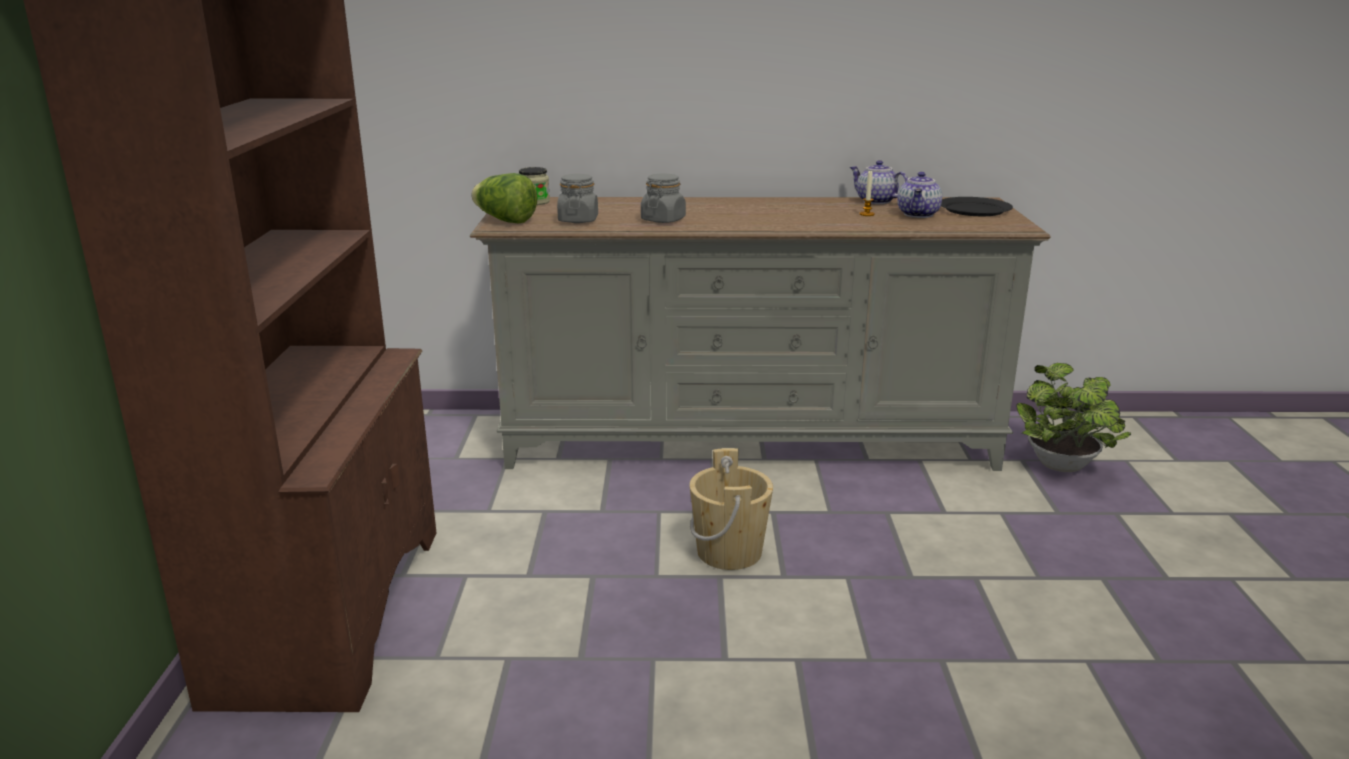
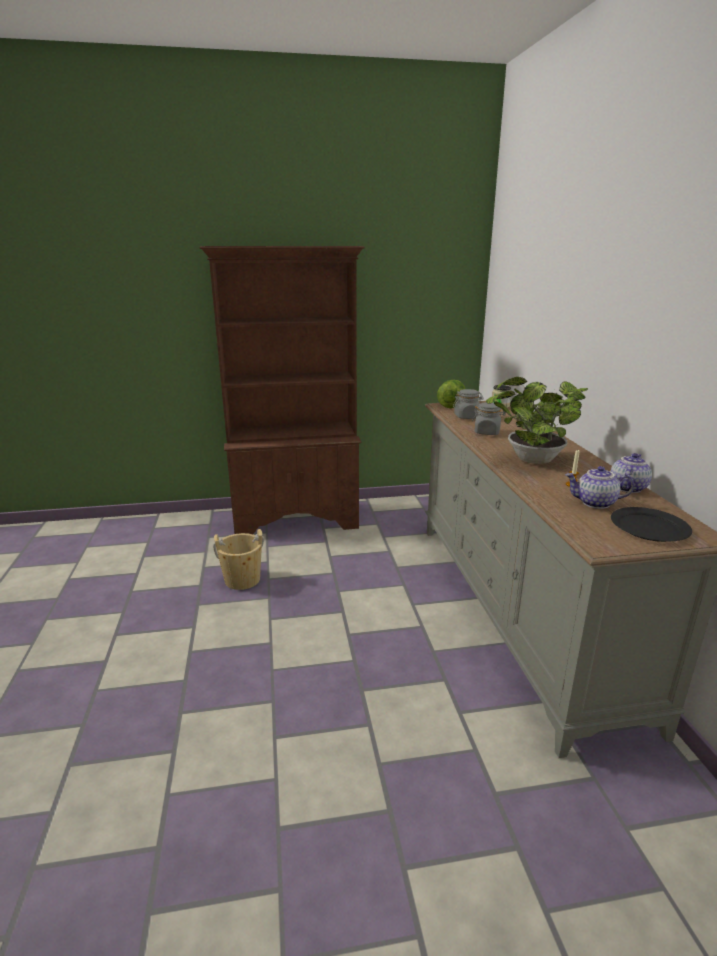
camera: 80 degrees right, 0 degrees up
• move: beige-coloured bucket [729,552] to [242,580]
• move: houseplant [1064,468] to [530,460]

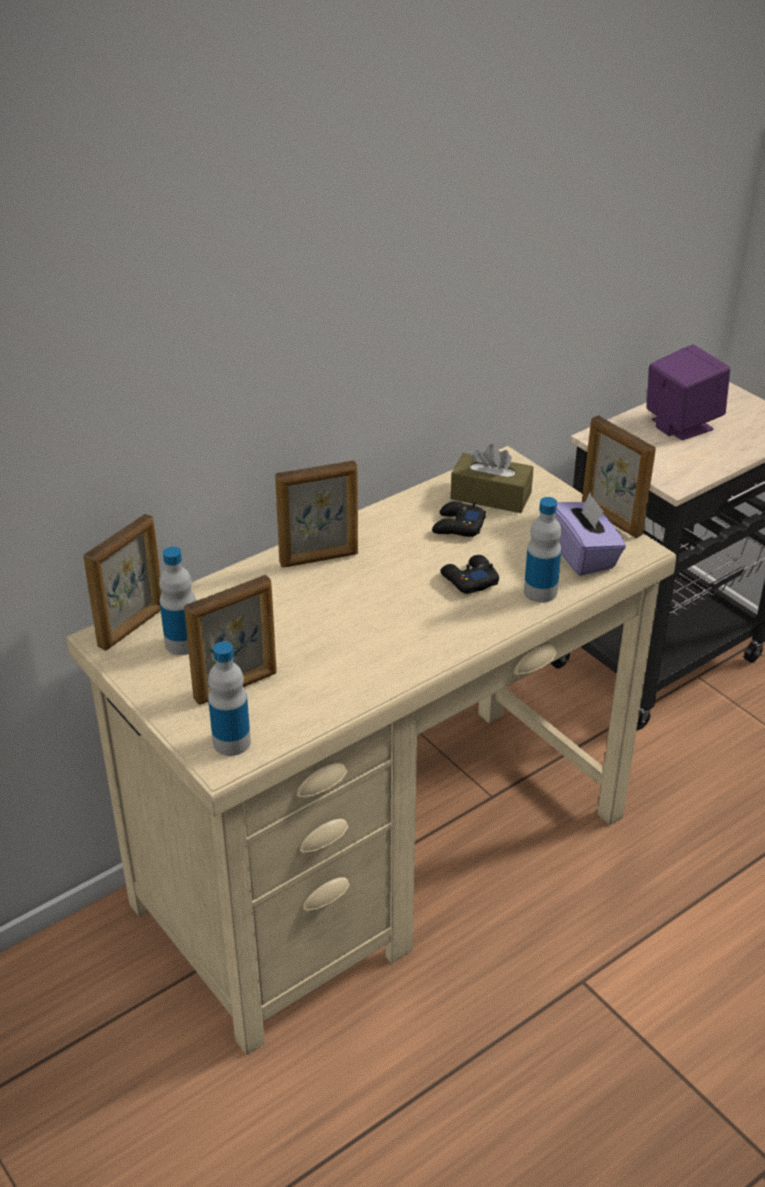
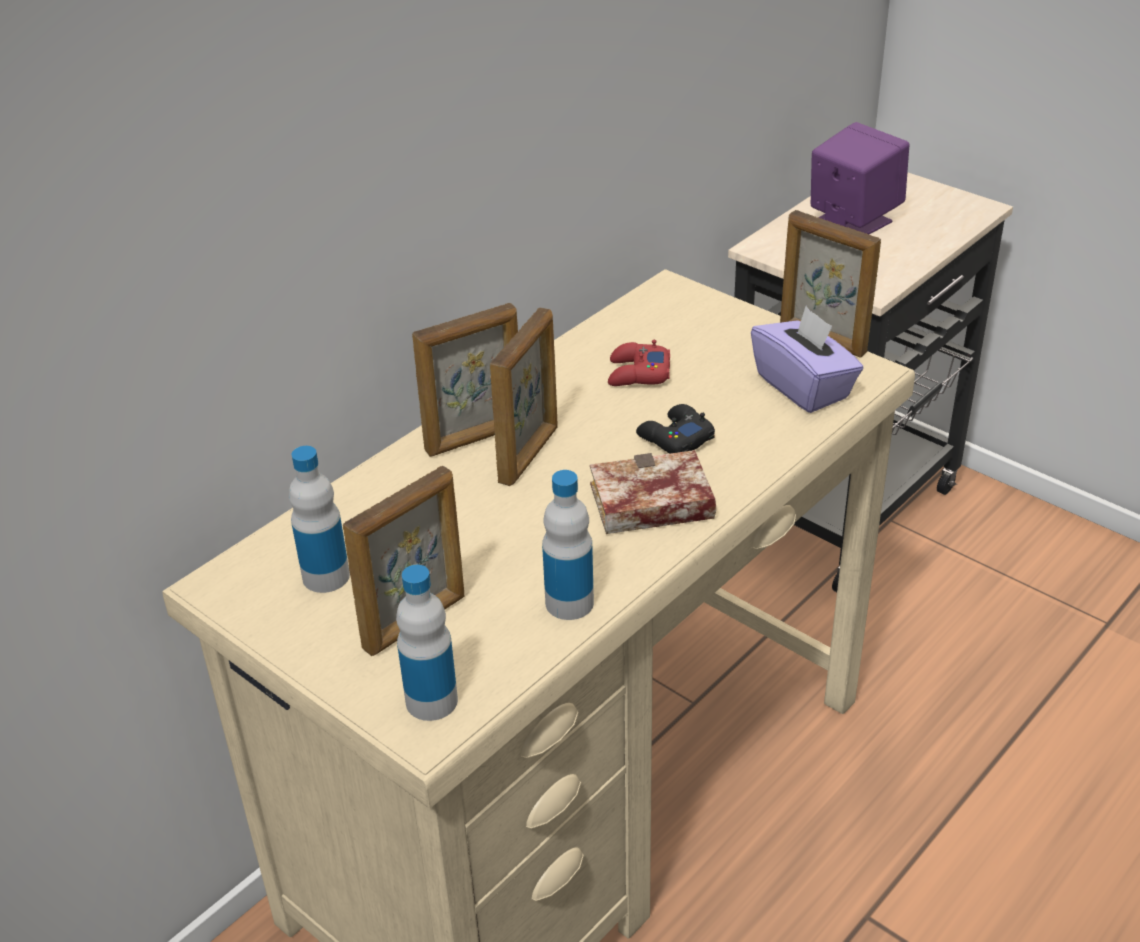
camera: 10 degrees left, 0 degrees up
• delete: brownish tissue holder [491,496]
• insert: bound book [647,506]
• move: standing frame [133,627] to [529,455]
• move: beverage bottle [540,592] to [569,603]
• recolor: black joypad [458,526] to red-coloured joypad [638,373]

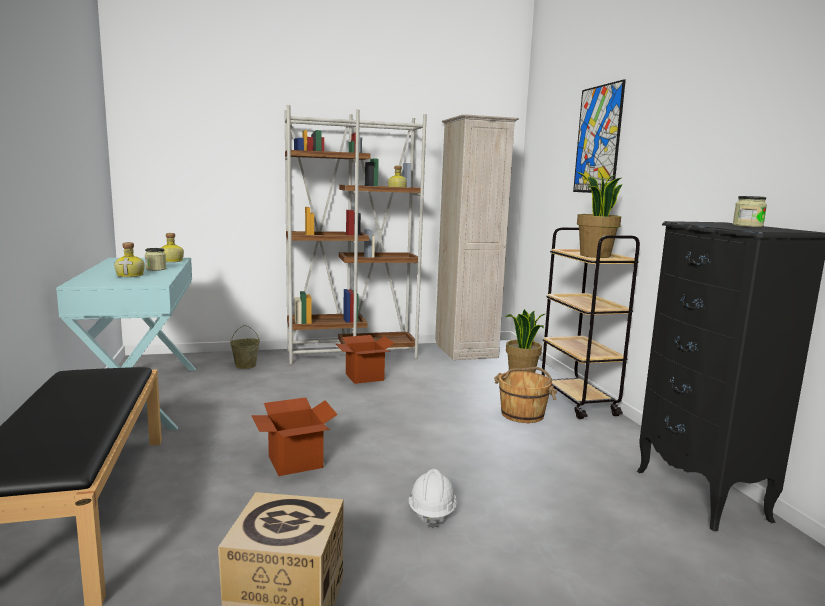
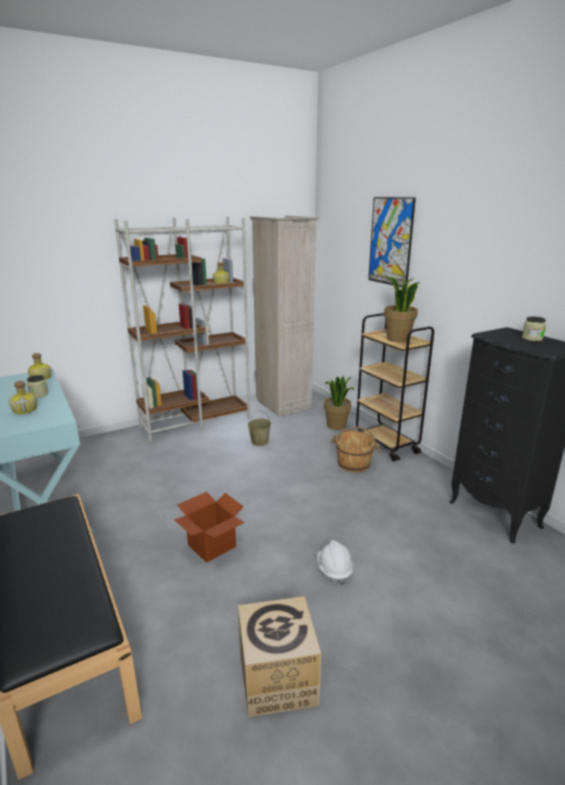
camera: 15 degrees left, 10 degrees up
• delete: carton [364,377]
• move: beige-coloured bucket [246,365] to [259,442]

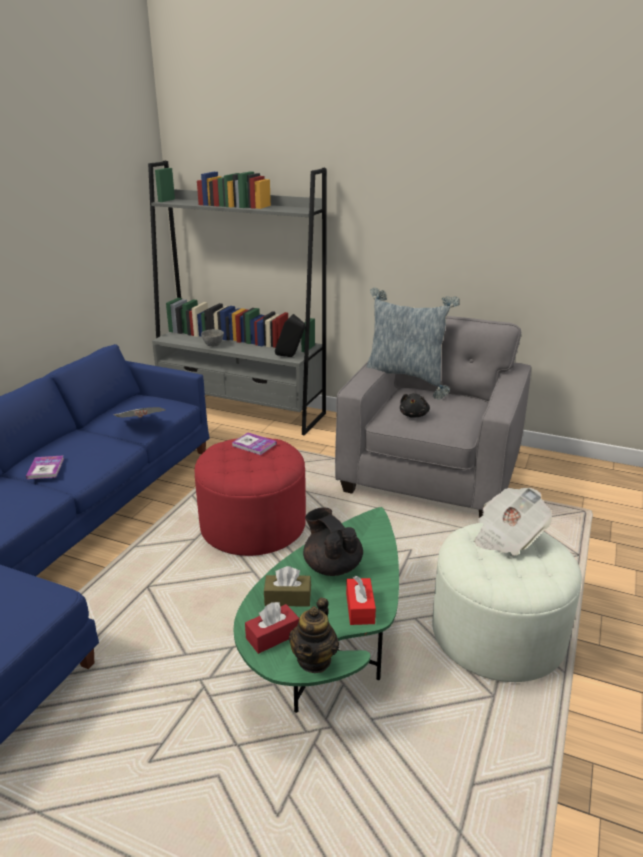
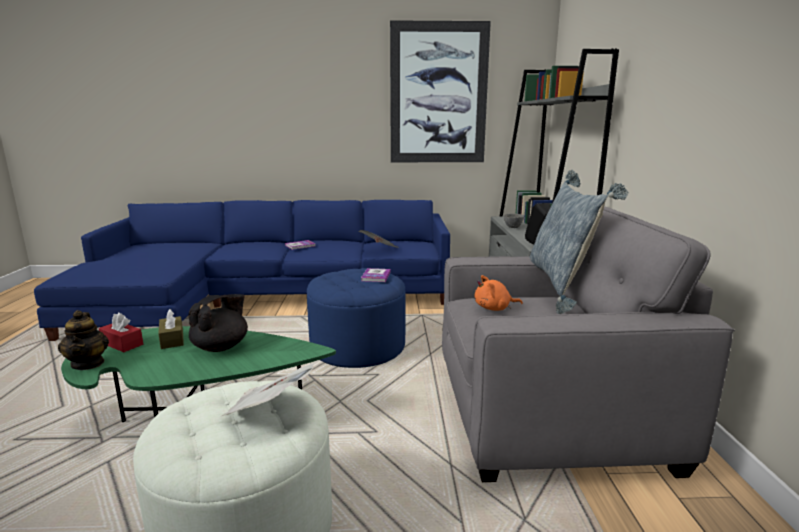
camera: 65 degrees right, 10 degrees down
• delete: red-coloured tissue holder [360,608]
• insert: wall art [438,94]
• recolor: red-coloured pouffe [253,525] to blue-coloured pouffe [358,346]
• recolor: black plush toy [414,415] to orange-coloured plush toy [494,308]
• rotate: tea pot [314,660] = [88,364] 105 degrees counterclockwise

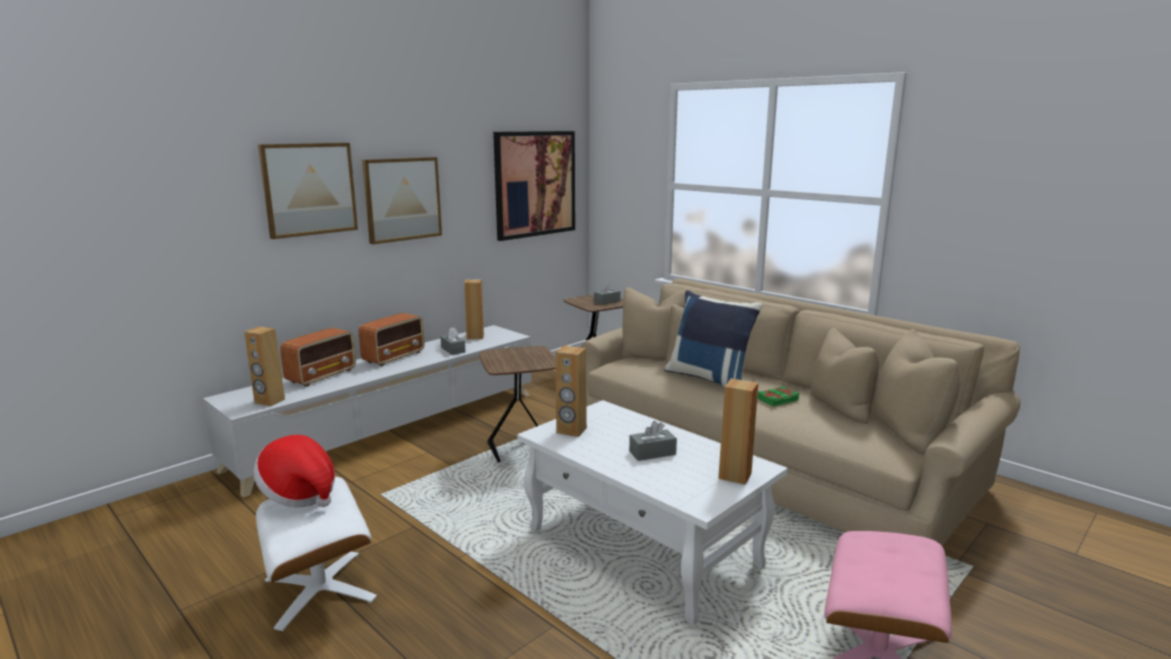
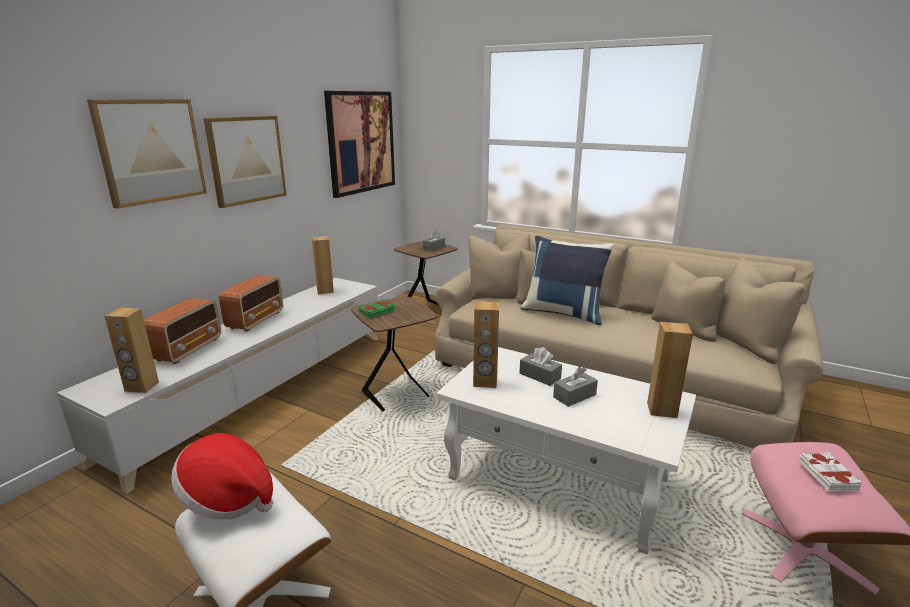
camera: 15 degrees left, 5 degrees up
• insert: whitish bound book [826,476]
• move: grey tissue holder [453,350] to [540,376]
• move: green bound book [778,400] to [377,312]

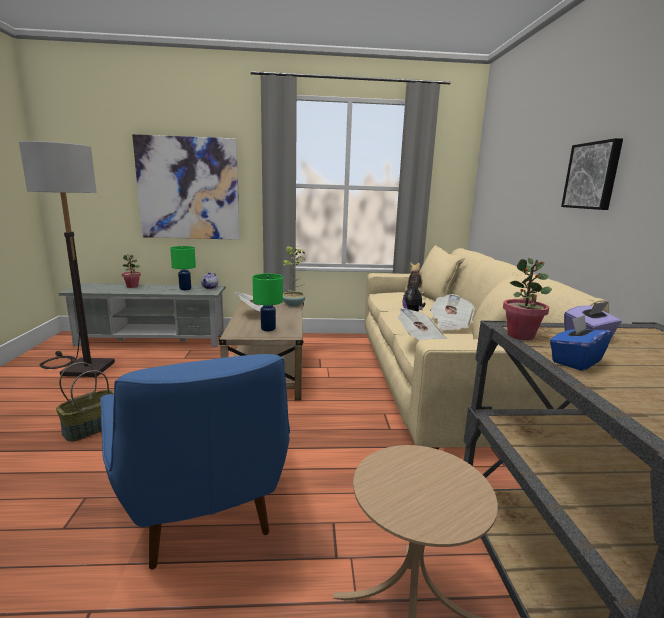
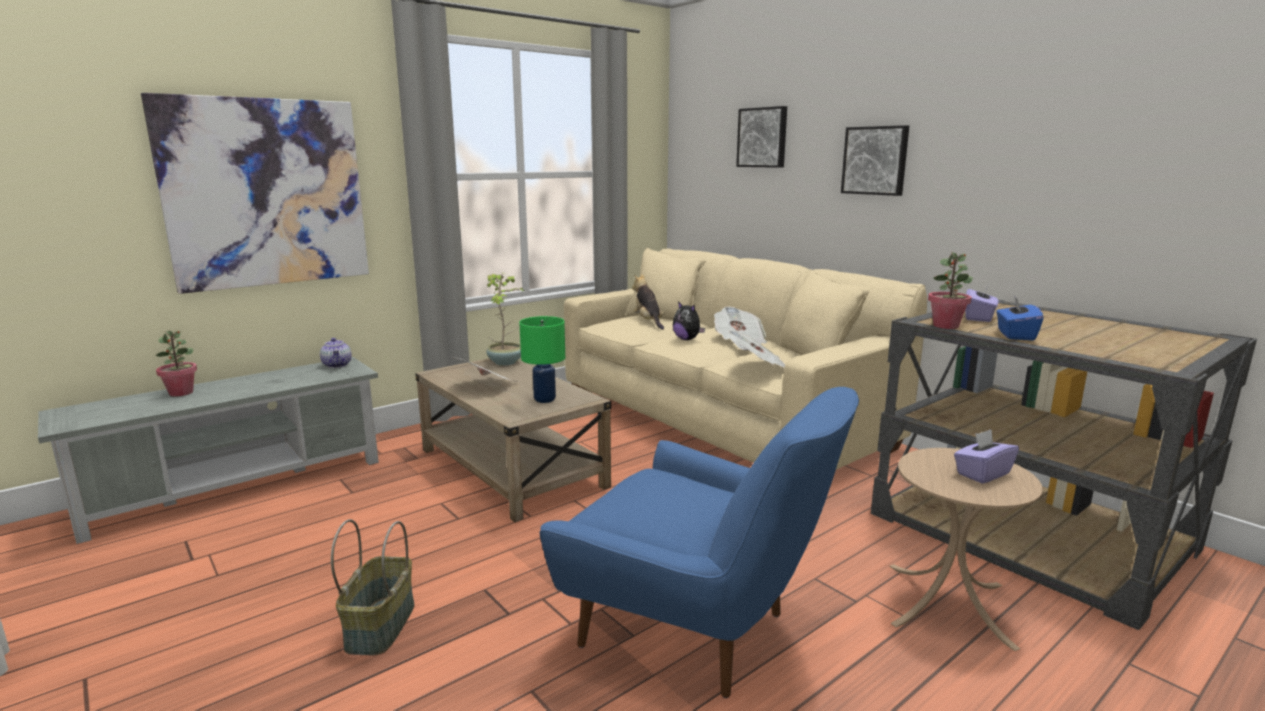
camera: 35 degrees left, 0 degrees up
• delete: standing lamp [79,368]
• delete: green table lamp [184,289]
• insert: wall art [763,137]
• insert: purple-coloured tissue holder [982,473]

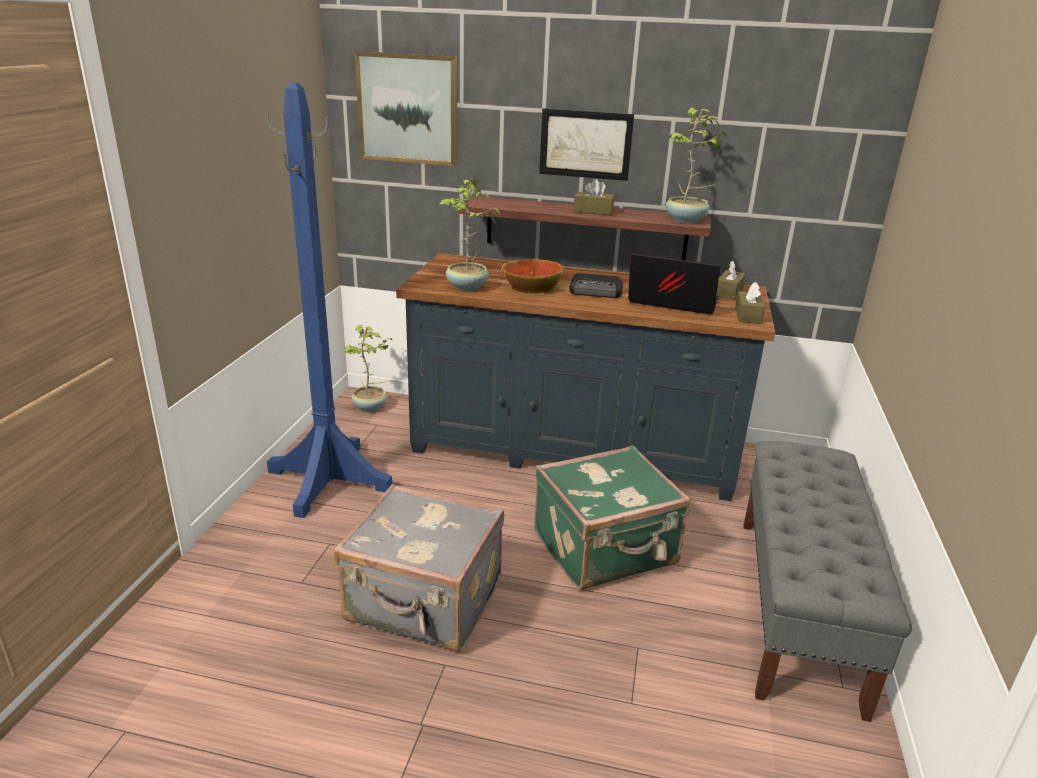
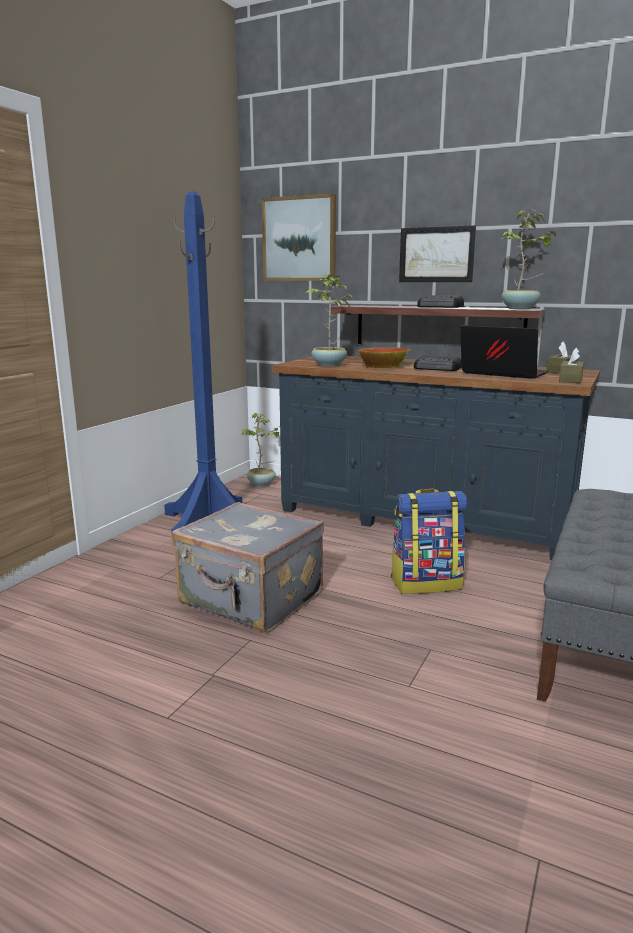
camera: 15 degrees right, 10 degrees down
• replace: green piece of luggage [606,550] to backpack [426,583]
• replace: brownish tissue holder [593,211] to radio [440,307]

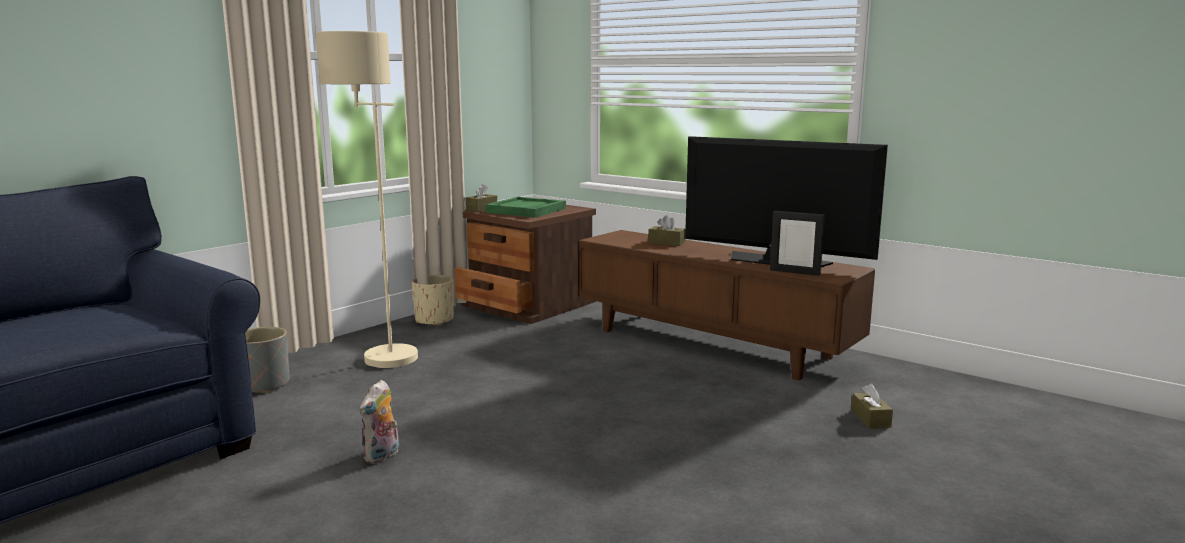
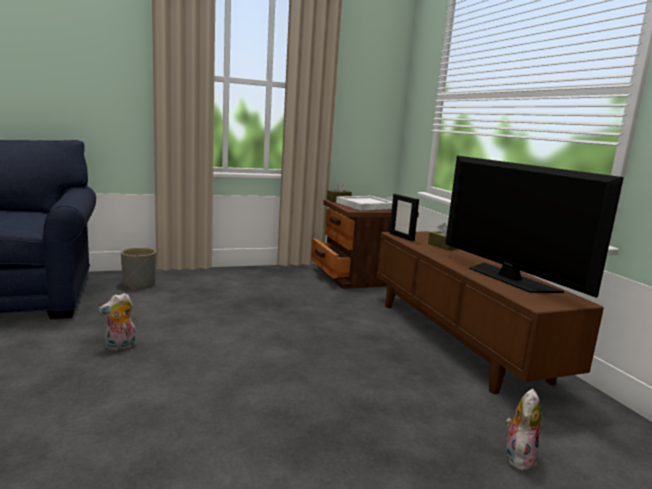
camera: 30 degrees right, 0 degrees up
• delete: beige-coloured standing lamp [379,356]
• delete: beige-coloured planter [434,320]
• move: standing frame [795,272] to [402,237]
• replace: brownish tissue holder [870,418] to plush toy [518,457]
• recolor: green carrying tray [526,210] to whitish carrying tray [365,205]

